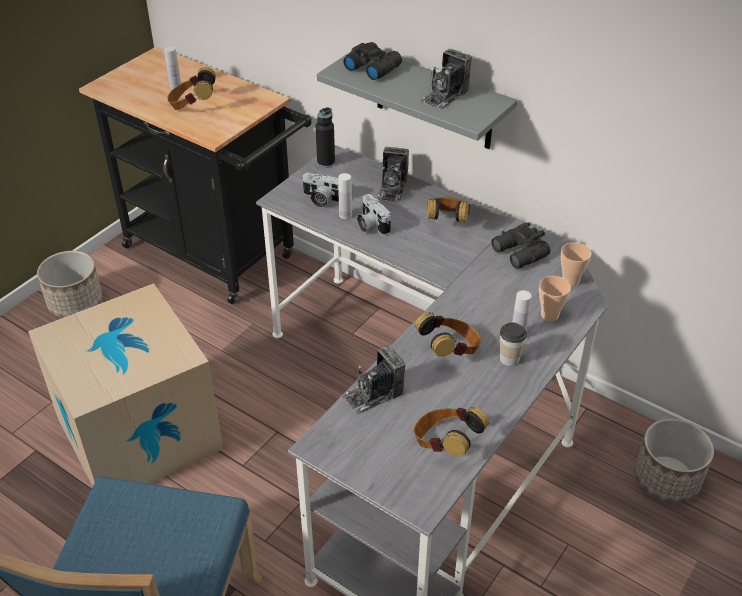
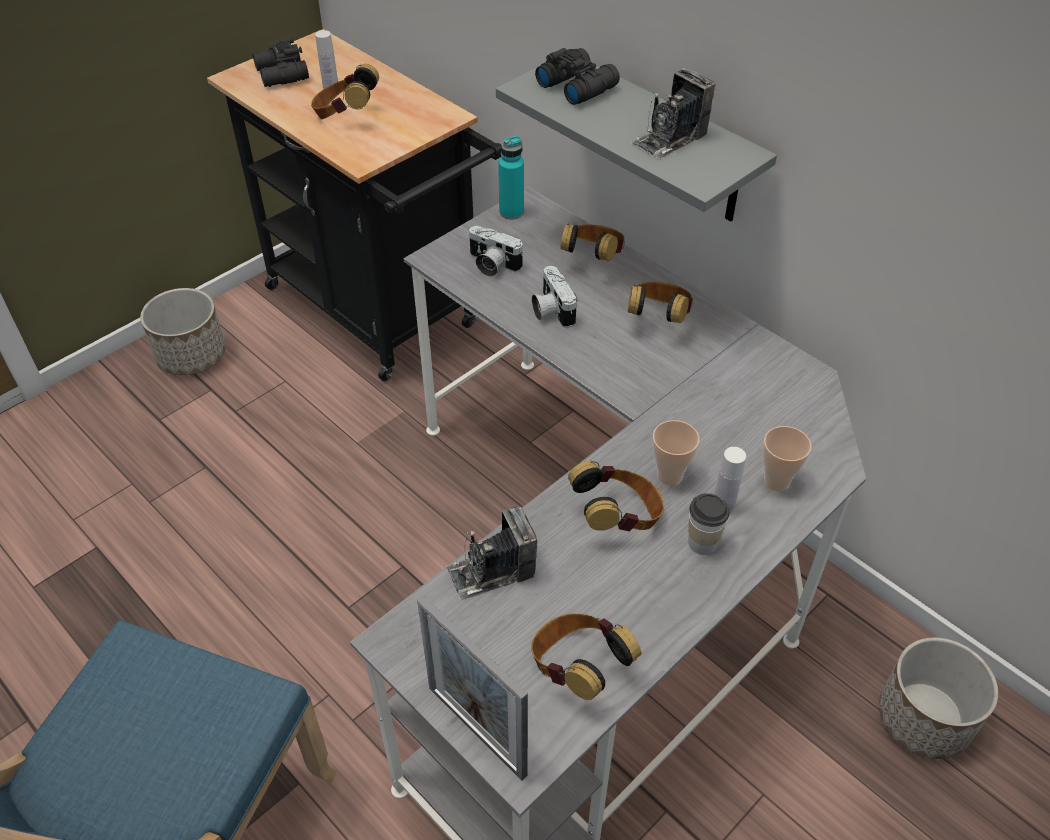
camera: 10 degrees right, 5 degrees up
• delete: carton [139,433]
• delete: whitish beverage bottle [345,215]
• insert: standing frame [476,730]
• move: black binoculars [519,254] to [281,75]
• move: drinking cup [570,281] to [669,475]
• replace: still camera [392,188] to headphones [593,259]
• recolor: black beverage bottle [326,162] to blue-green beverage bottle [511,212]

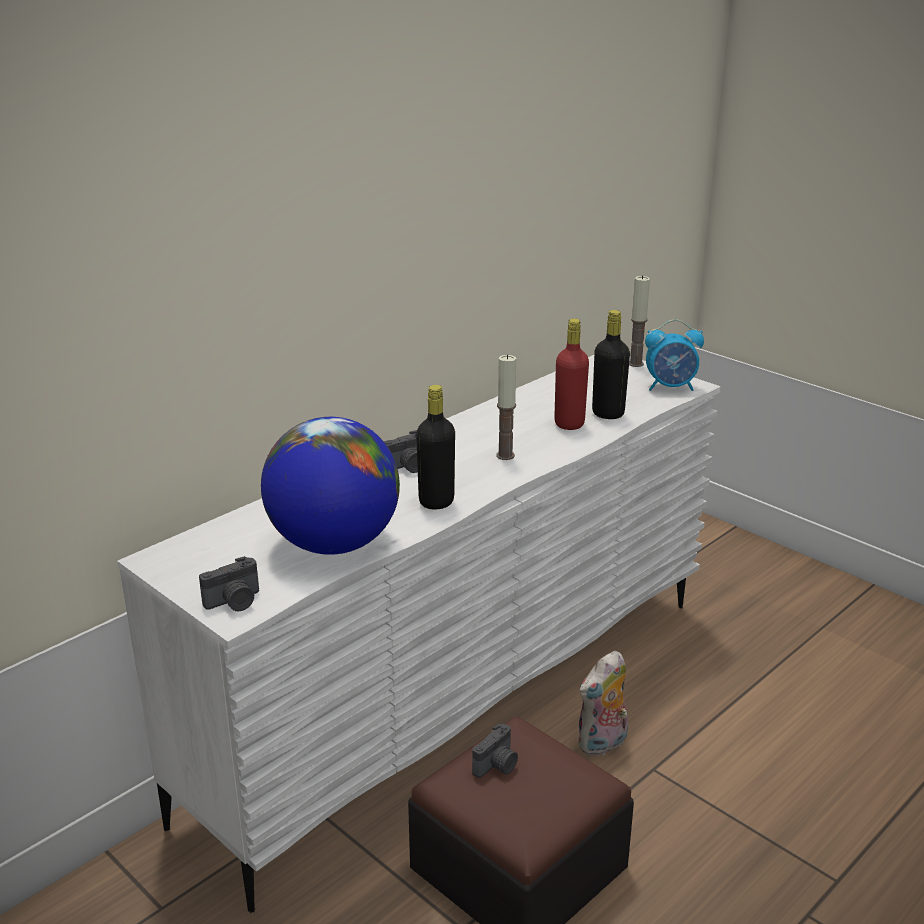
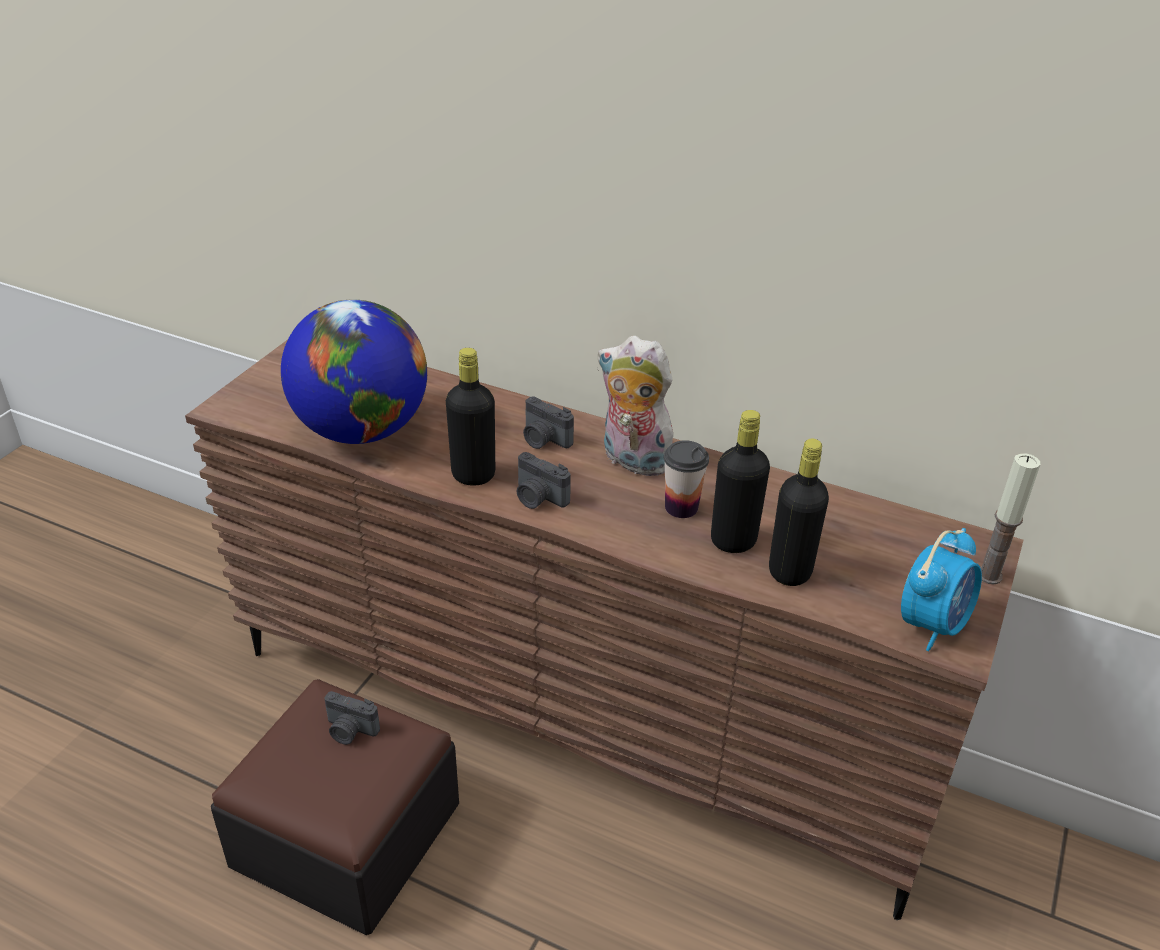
camera: 70 degrees right, 10 degrees up
• delete: wax candle [505,455]
• insert: drinking cup [681,507]
• move: still camera [234,602] to [538,498]
• move: plush toy [603,744] to [632,461]
• recolor: whitish dresser [462,705] to brownish dresser [575,726]
• recolor: red-coloured beverage bottle [569,424] to black beverage bottle [733,541]
• rotate: alarm clock [671,387] = [932,624] 120 degrees counterclockwise

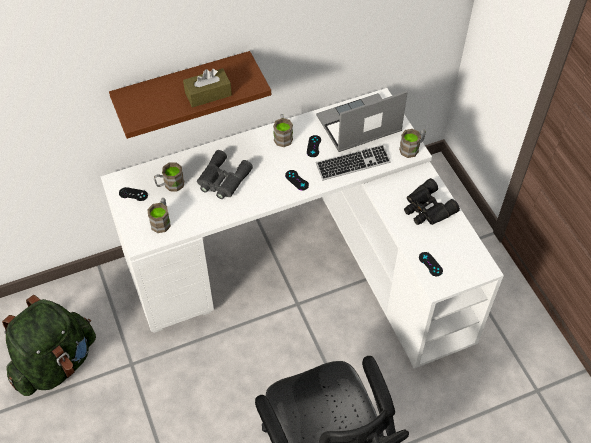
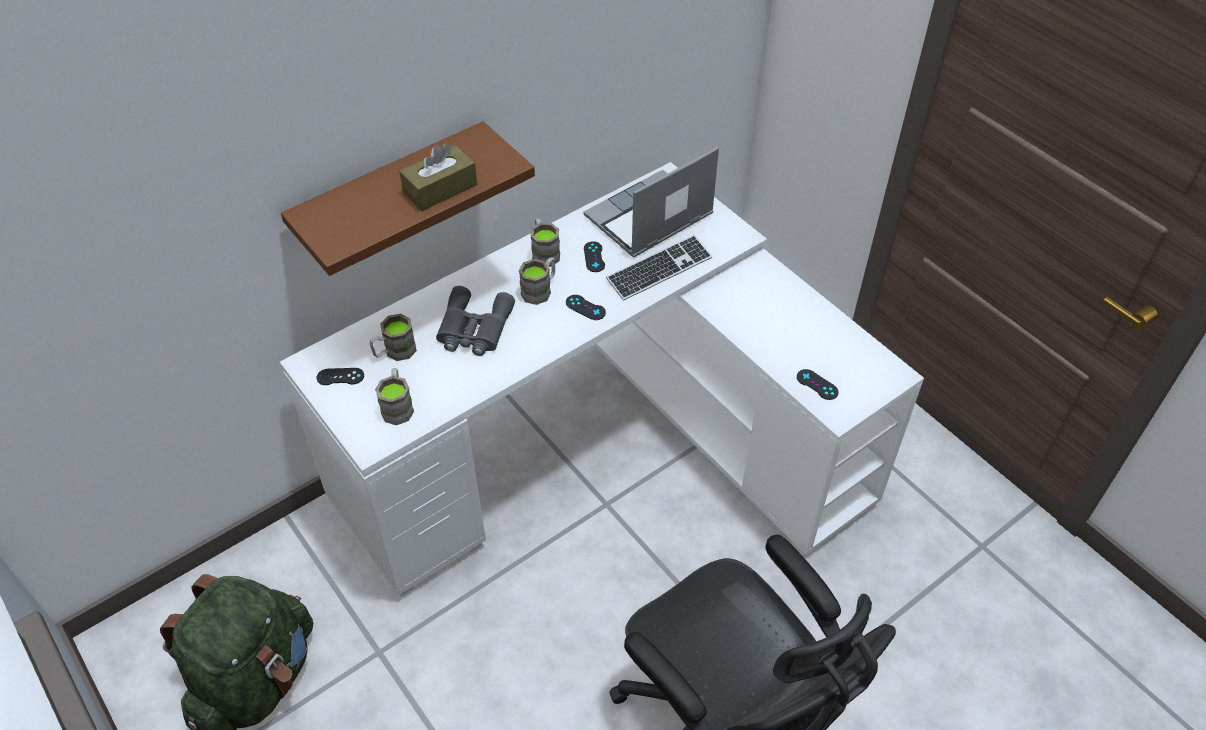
camera: 15 degrees left, 5 degrees down
• delete: black binoculars [427,209]
• move: brownish mug [412,148] to [540,290]

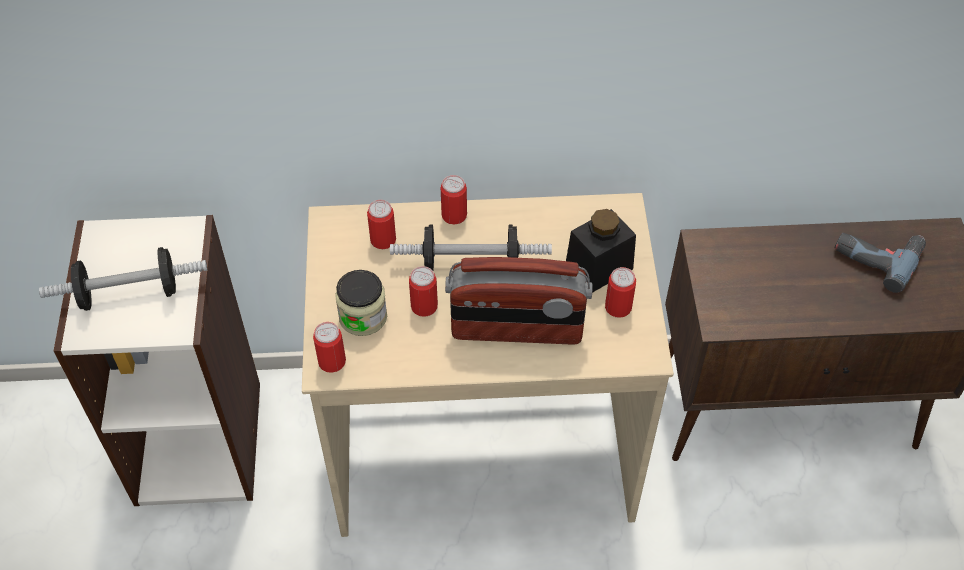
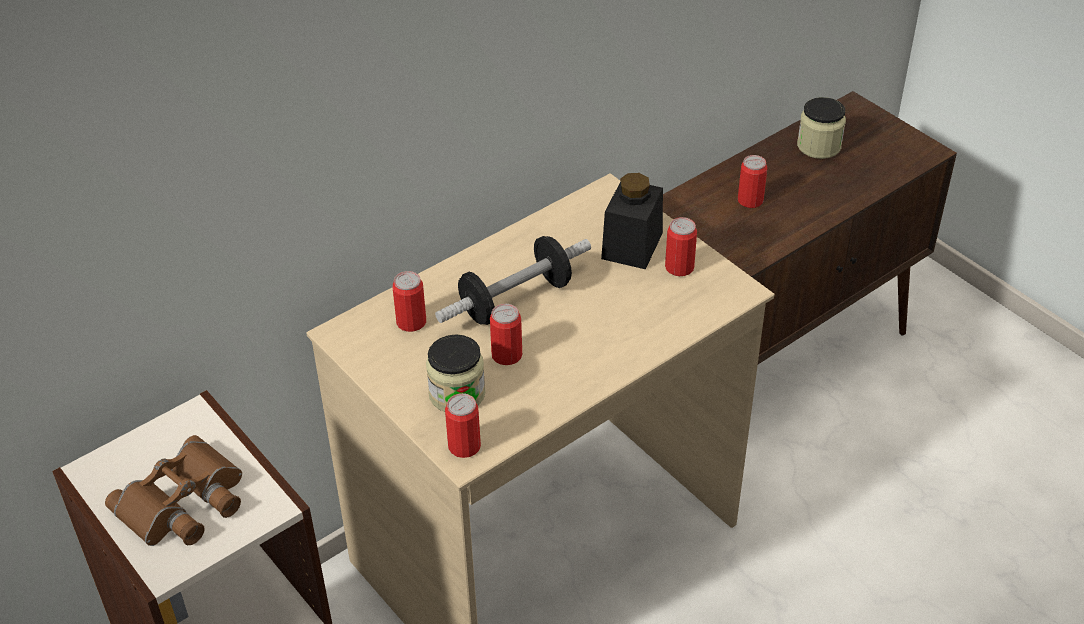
camera: 35 degrees left, 10 degrees down
• delete: radio [517,329]
• move: can [454,215] to [750,200]
• replace: free weight [130,293] to brownish binoculars [184,504]
• replace: drill [877,255] to storage jar [819,146]

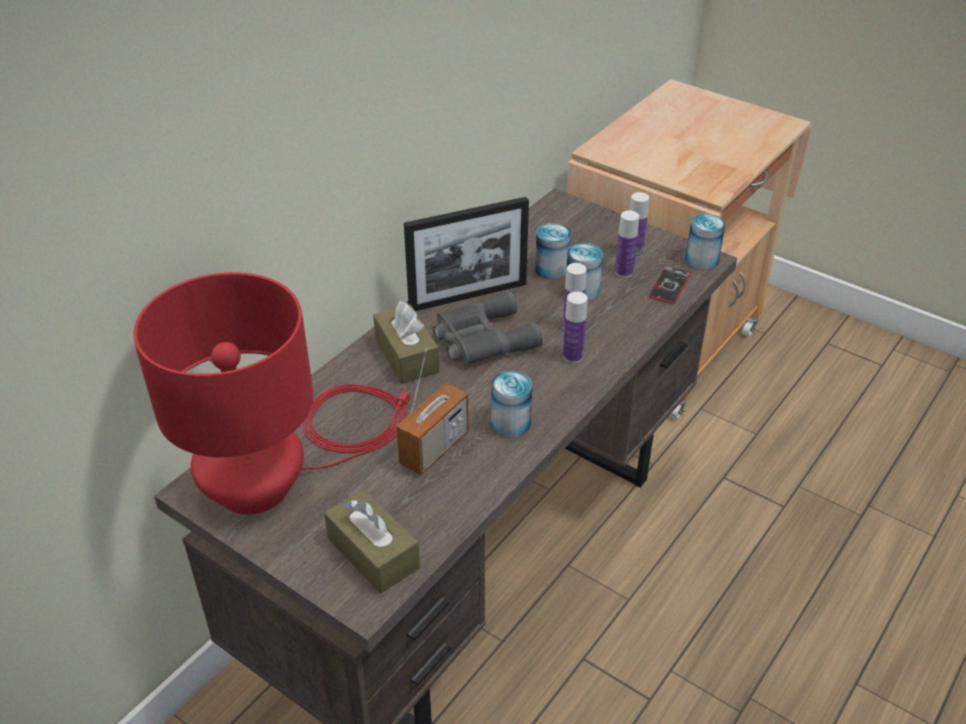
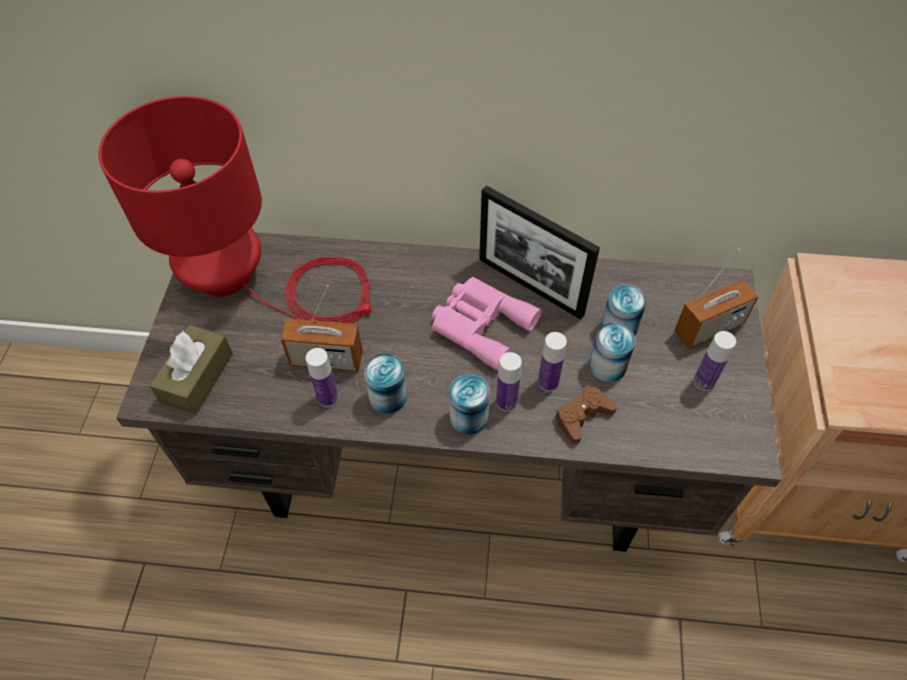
camera: 60 degrees right, 15 degrees up
• delete: brownish tissue holder [406,355]
• delete: phone [669,286]
• insert: brownish joypad [582,416]
• insert: radio [708,328]
• move: beverage bottle [623,272] to [328,398]
• move: can [702,260] to [468,417]
• recolor: grey binoculars [481,339] to pink binoculars [480,324]

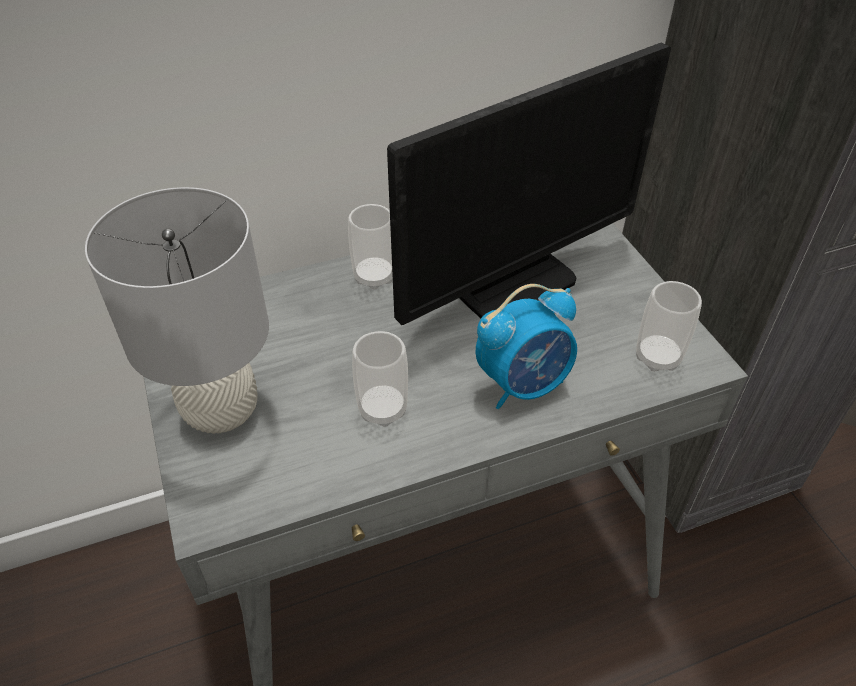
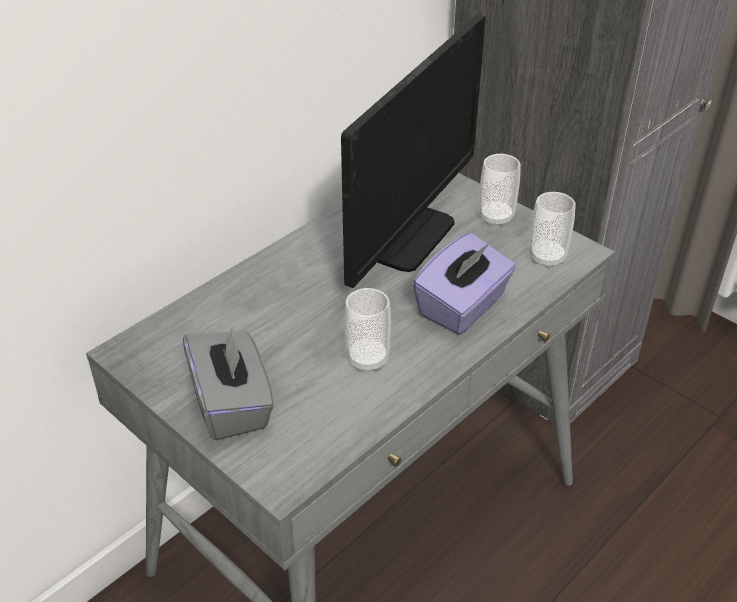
camera: 25 degrees left, 5 degrees down
• move: drinking cup [374,277] to [496,217]
• replace: grey table lamp [219,410] to grey tissue holder [232,404]
• replace: alarm clock [523,384] to purple-coloured tissue holder [463,307]

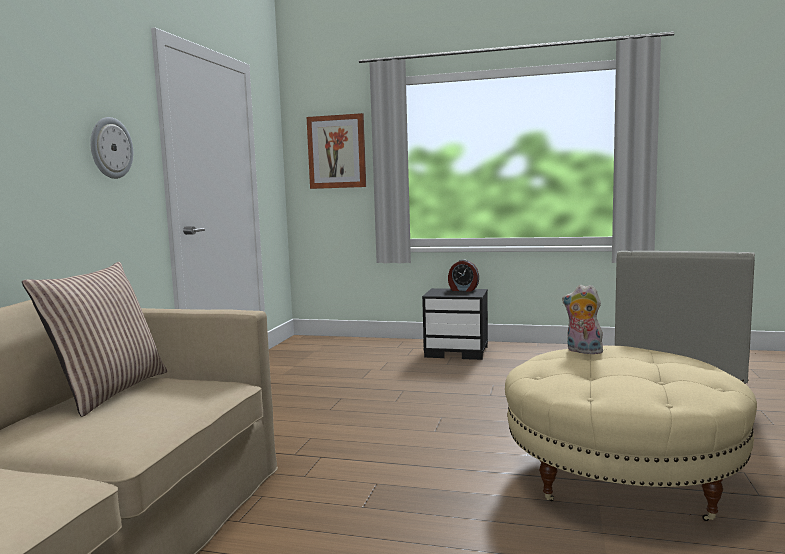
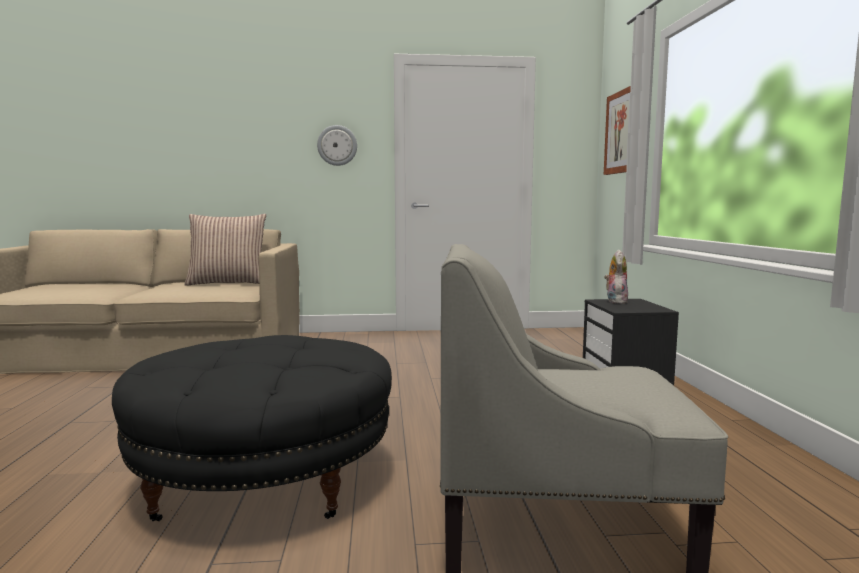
camera: 70 degrees right, 0 degrees up
• delete: alarm clock [463,290]
• move: plush toy [582,351] to [615,301]
• recolor: beige-coloured pouffe [620,477] to black pouffe [265,477]

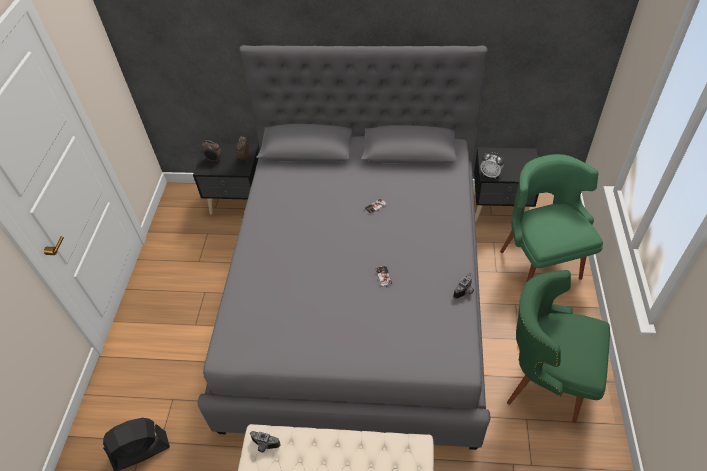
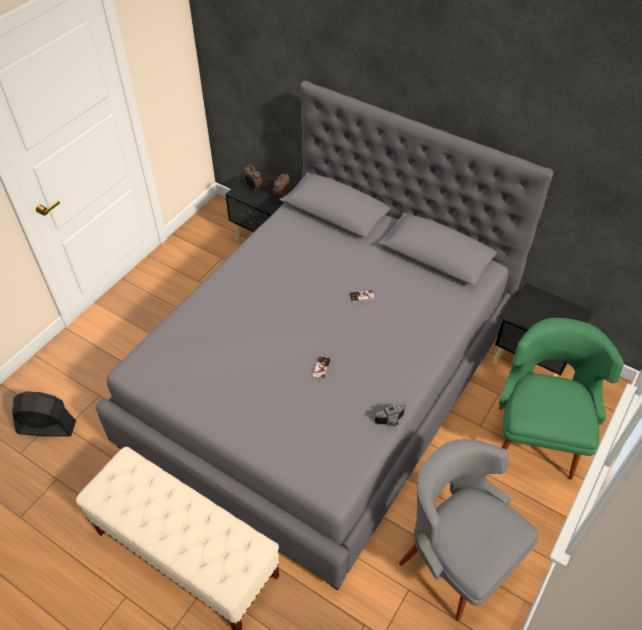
camera: 25 degrees right, 0 degrees up
• delete: still camera [264,446]
• delete: alarm clock [490,174]
• recolor: green upright chair [546,382] to grey upright chair [455,564]

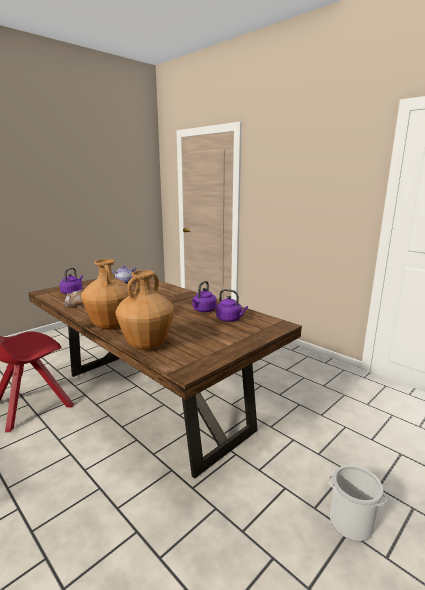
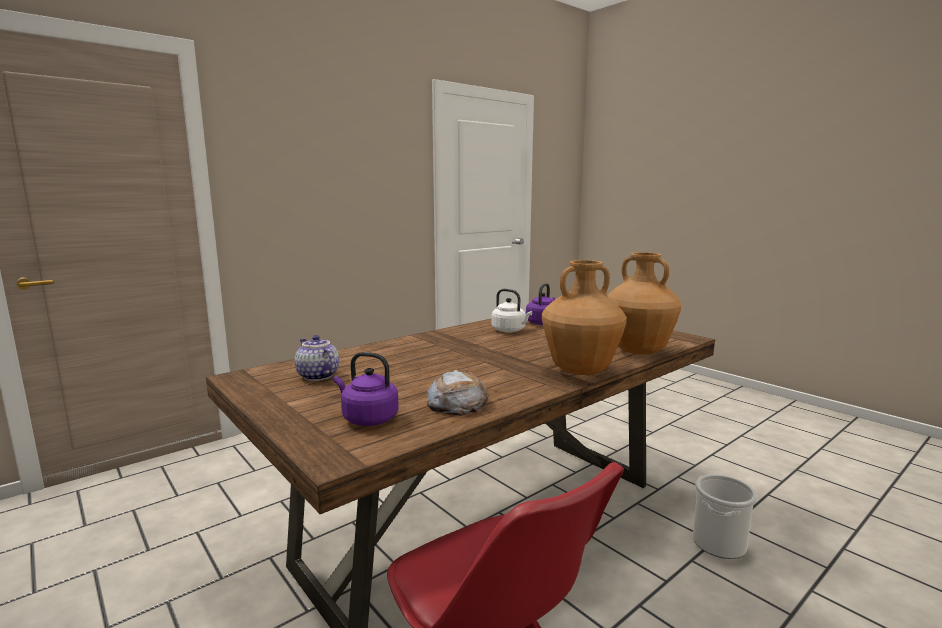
camera: 85 degrees left, 5 degrees down
• move: bucket [350,522] to [719,544]
• recolor: purple-coloured water kettle [203,310] to whitish water kettle [510,330]

